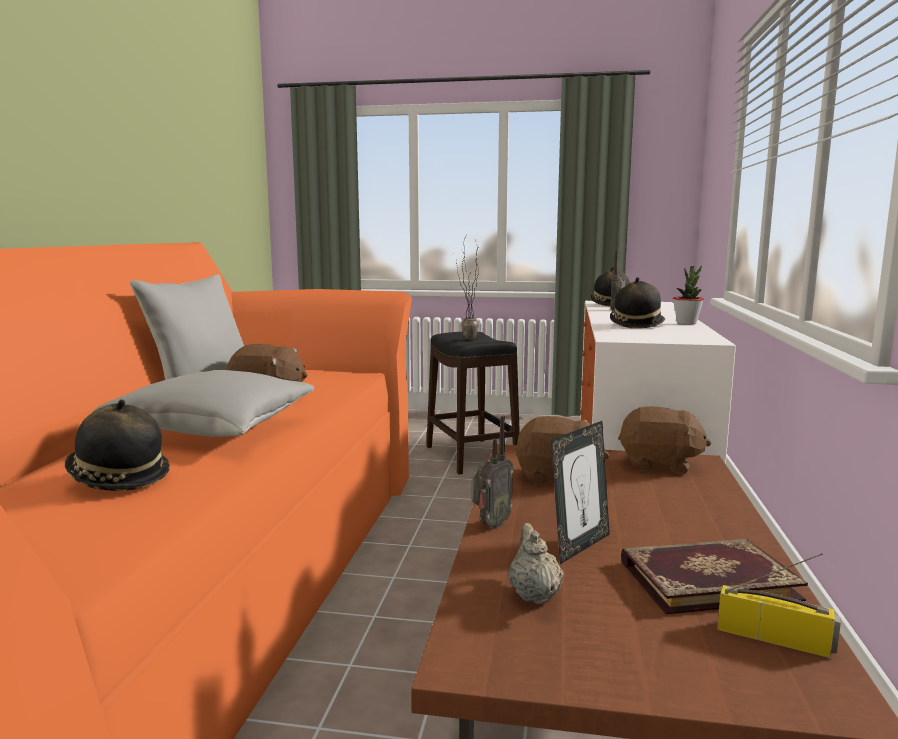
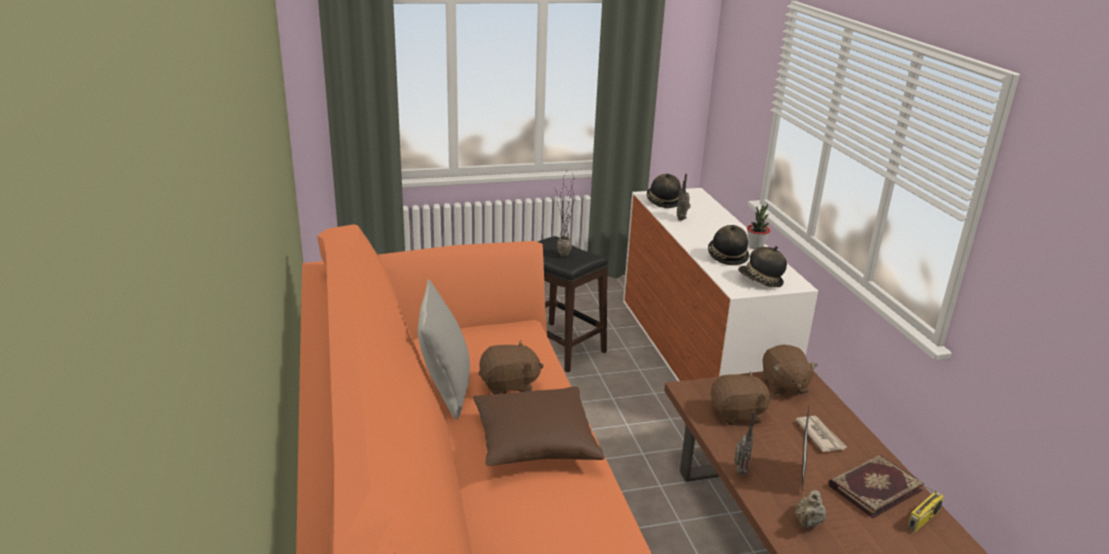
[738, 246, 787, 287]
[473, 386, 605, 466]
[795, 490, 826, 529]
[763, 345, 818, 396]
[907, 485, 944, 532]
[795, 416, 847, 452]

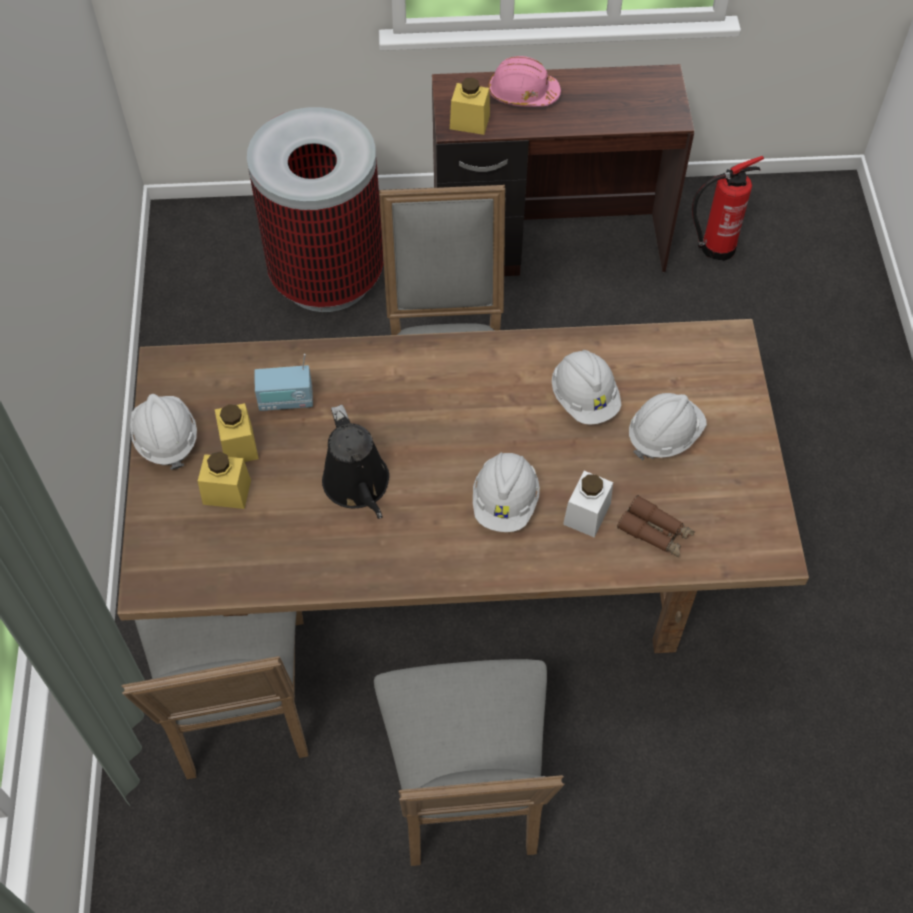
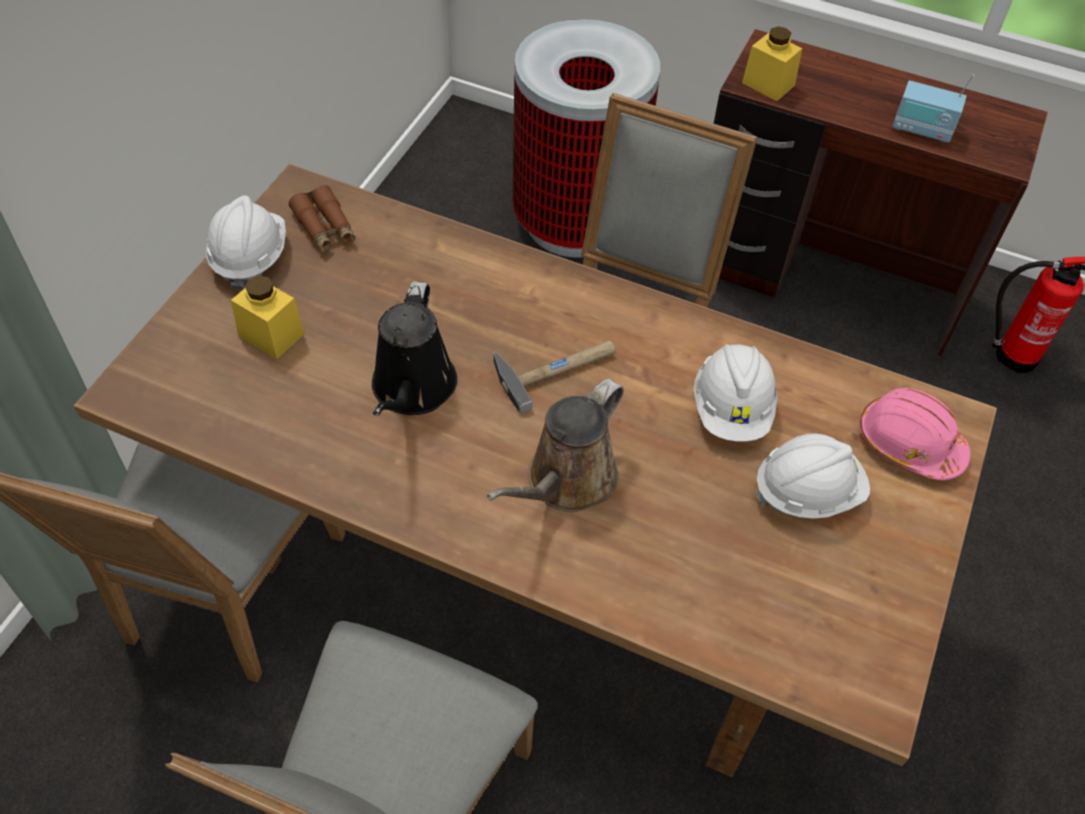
[215, 403, 259, 462] (first image)
[893, 75, 974, 143]
[487, 379, 624, 512]
[859, 388, 970, 480]
[563, 471, 613, 538] (first image)
[288, 185, 356, 253]
[493, 341, 616, 413]

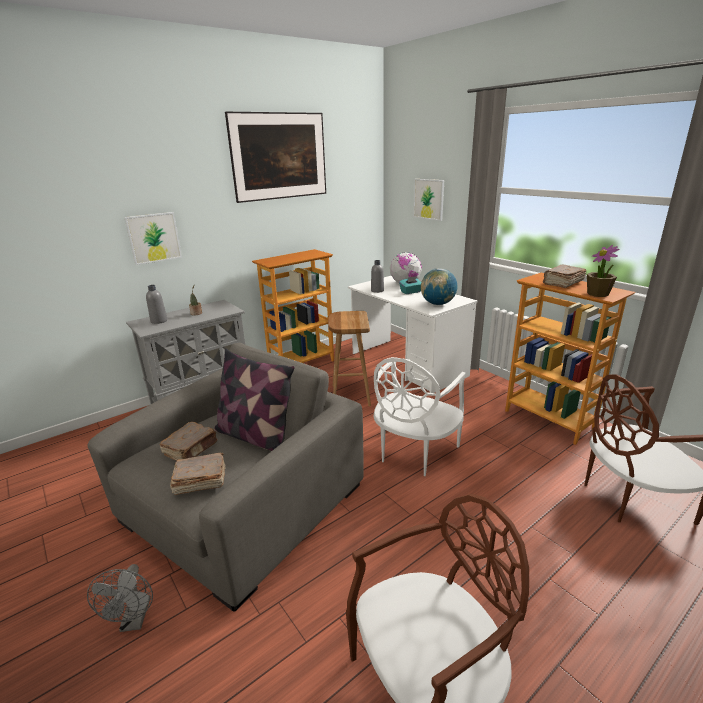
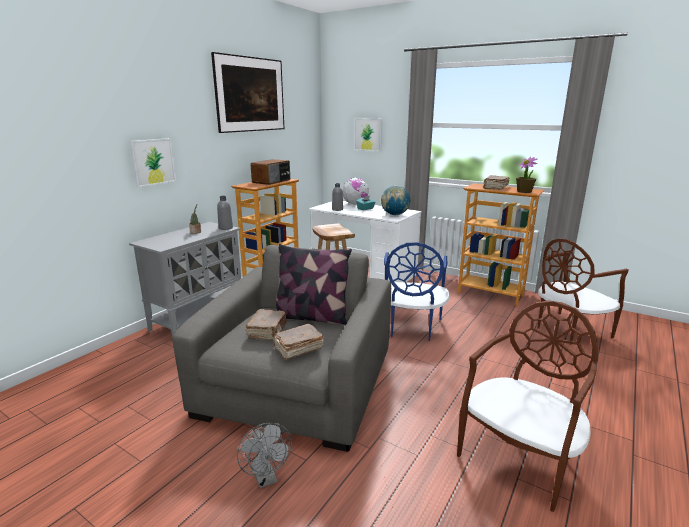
[217, 196, 233, 230]
[384, 242, 449, 341]
[251, 159, 290, 185]

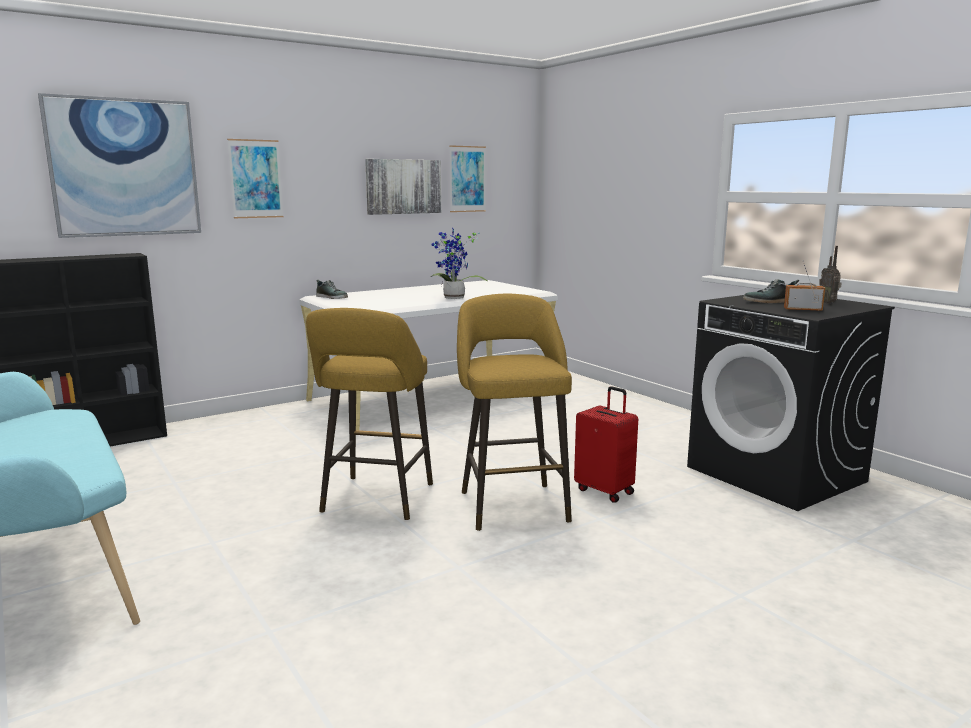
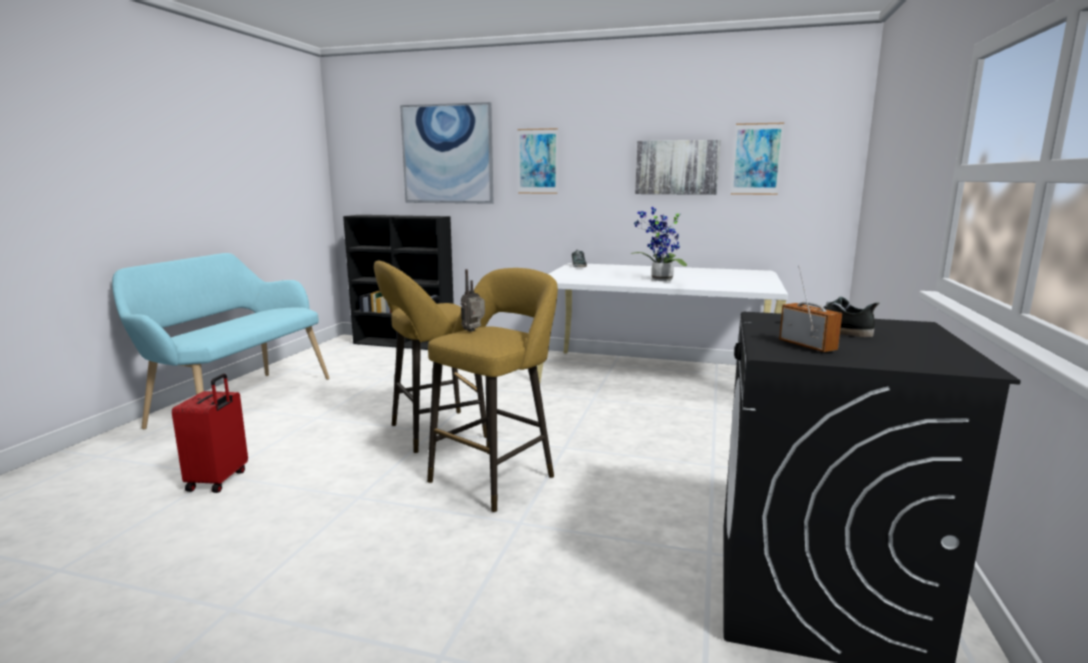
[172, 374, 248, 493]
[461, 269, 485, 332]

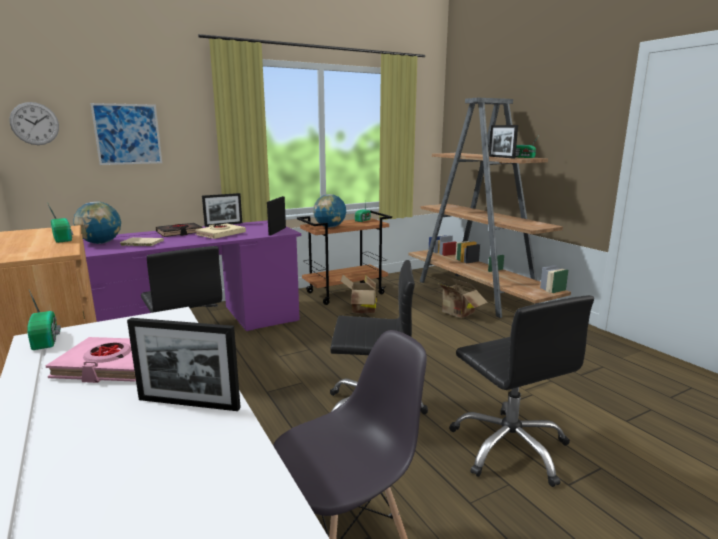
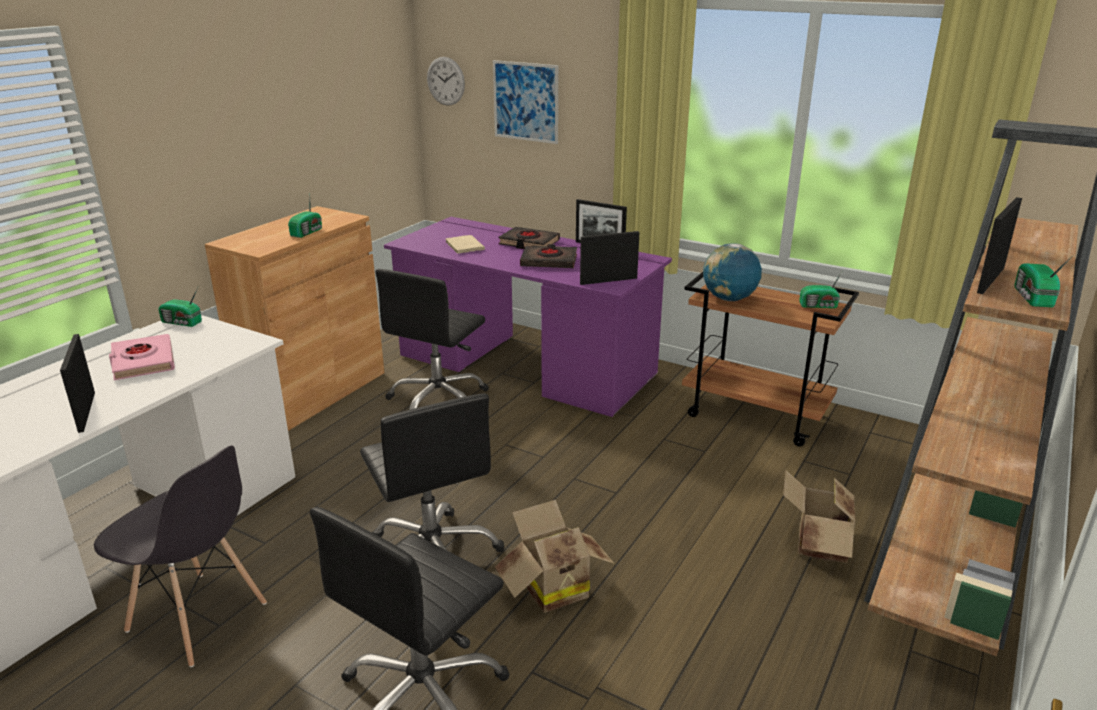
[158, 287, 202, 327]
[73, 202, 121, 244] (first image)
[520, 244, 577, 268]
[495, 500, 615, 613]

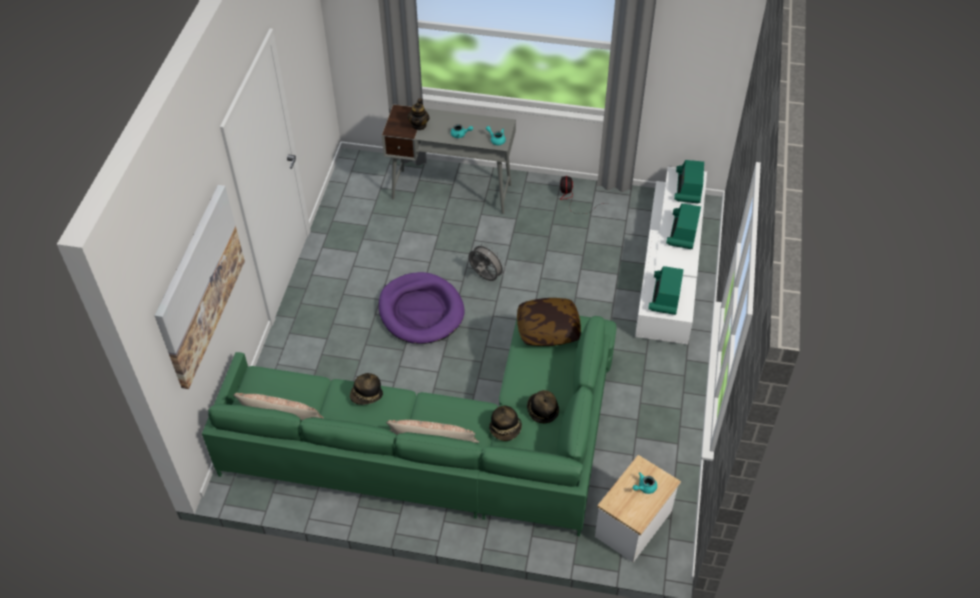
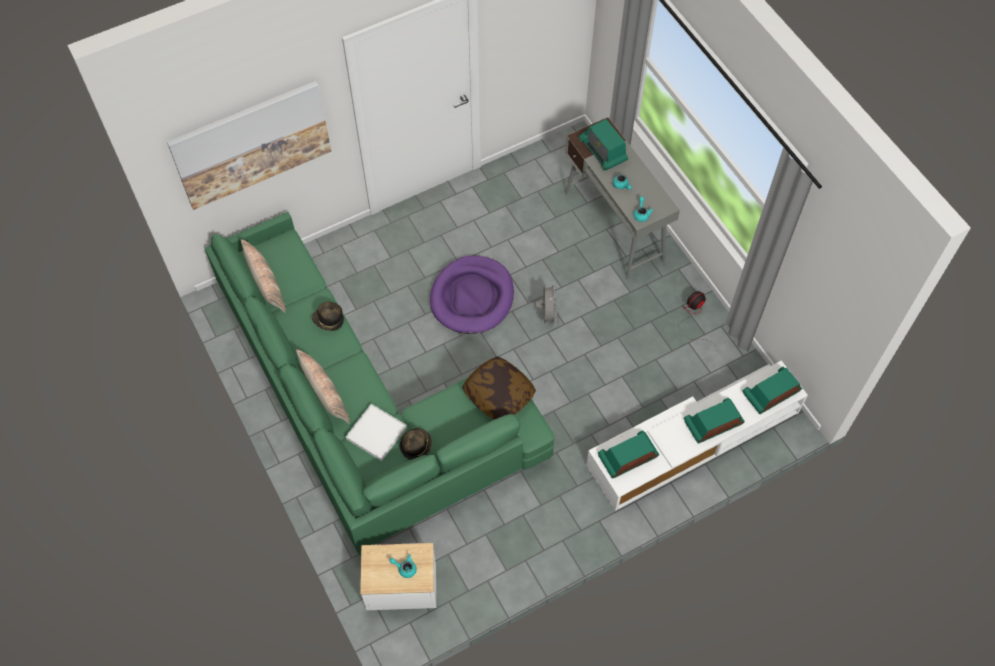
[578, 119, 628, 171]
[346, 404, 407, 461]

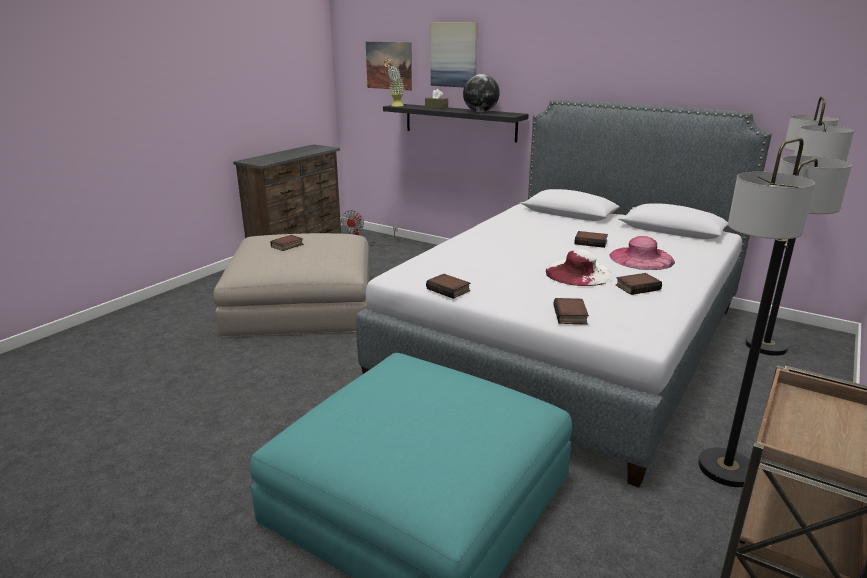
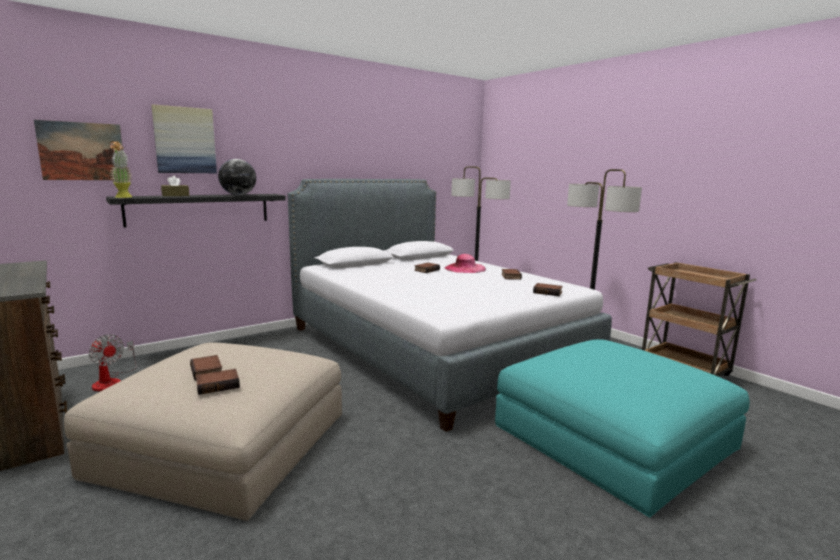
[196, 369, 240, 395]
[546, 249, 613, 286] (first image)

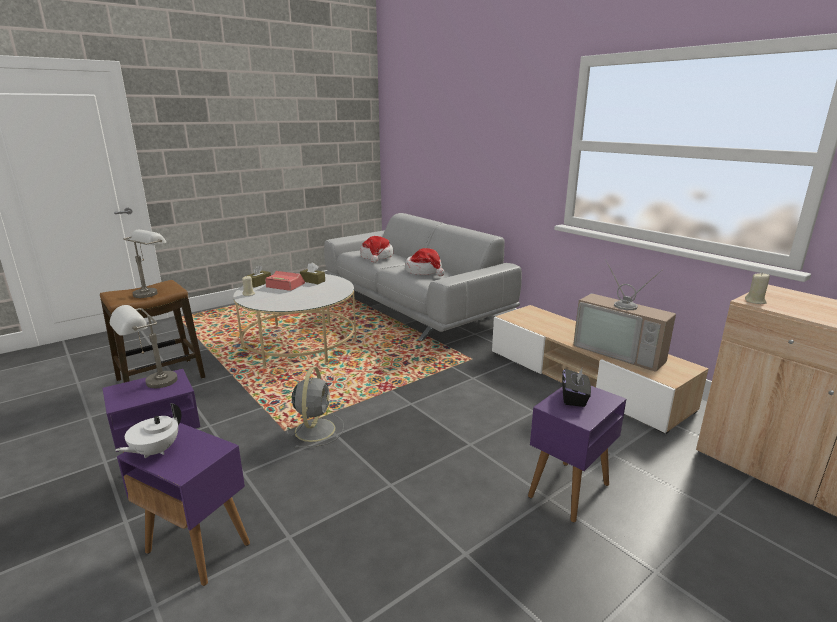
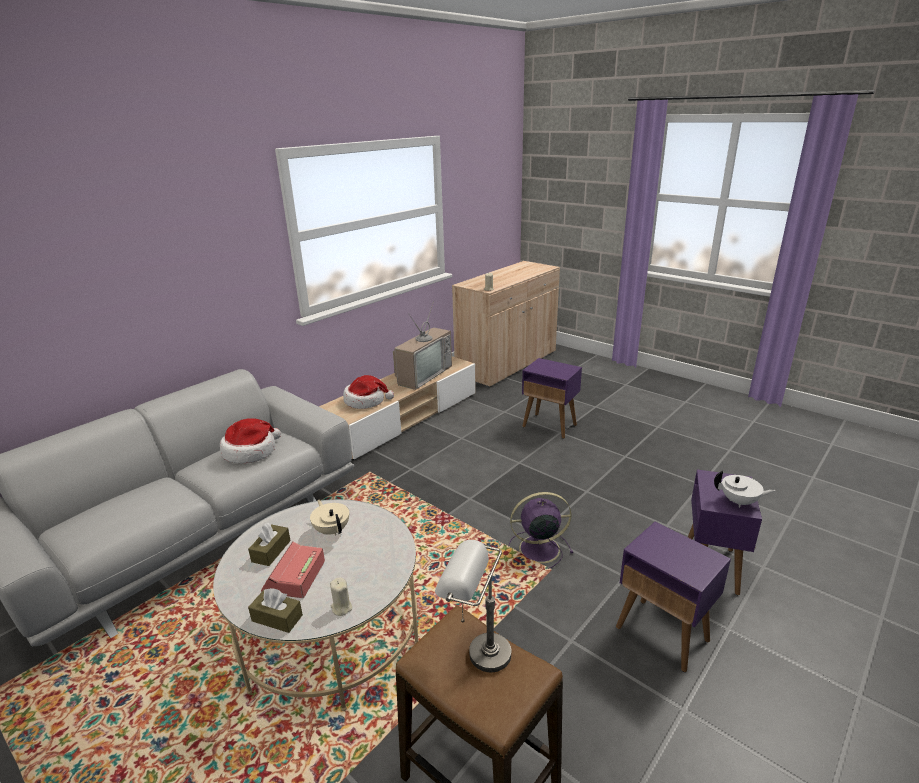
[110, 305, 178, 388] (first image)
[509, 492, 573, 569]
[343, 375, 394, 409]
[562, 369, 591, 407] (first image)
[310, 500, 349, 536]

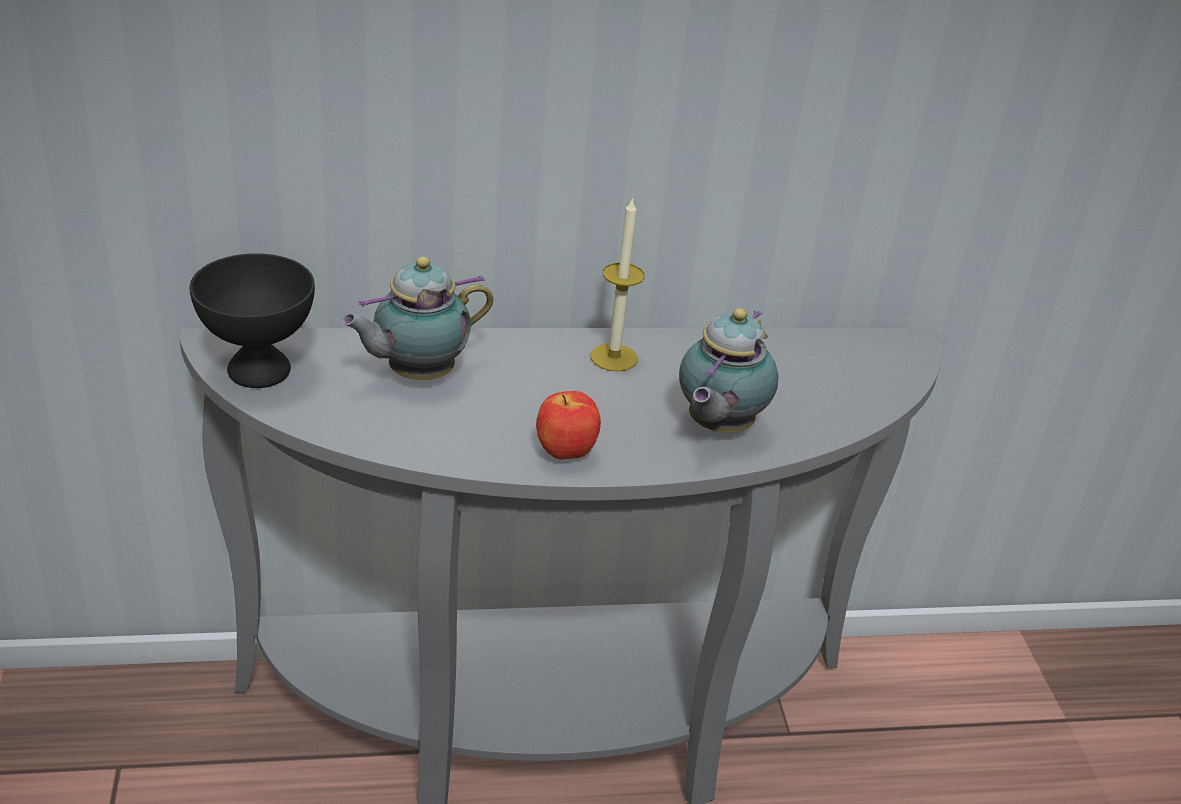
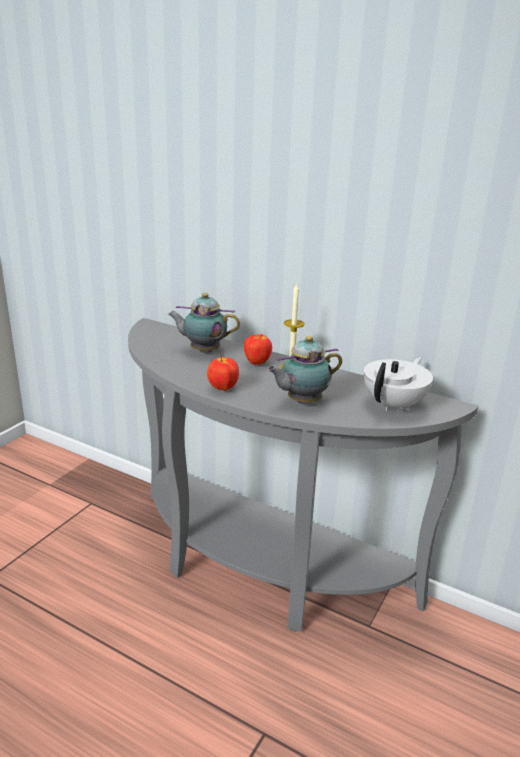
[190, 253, 315, 388] (first image)
[244, 334, 272, 365]
[364, 357, 433, 411]

